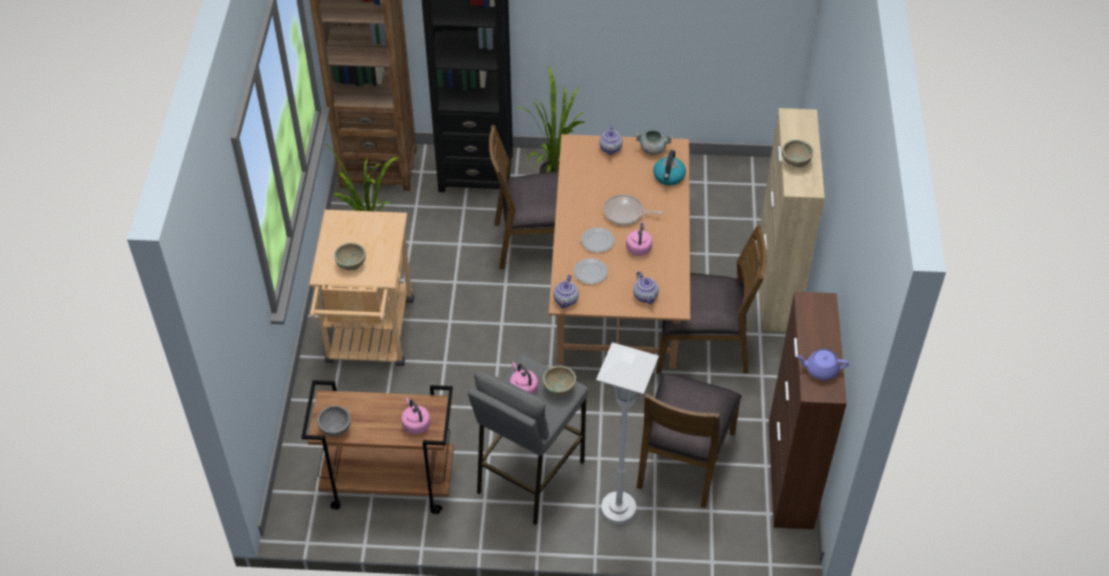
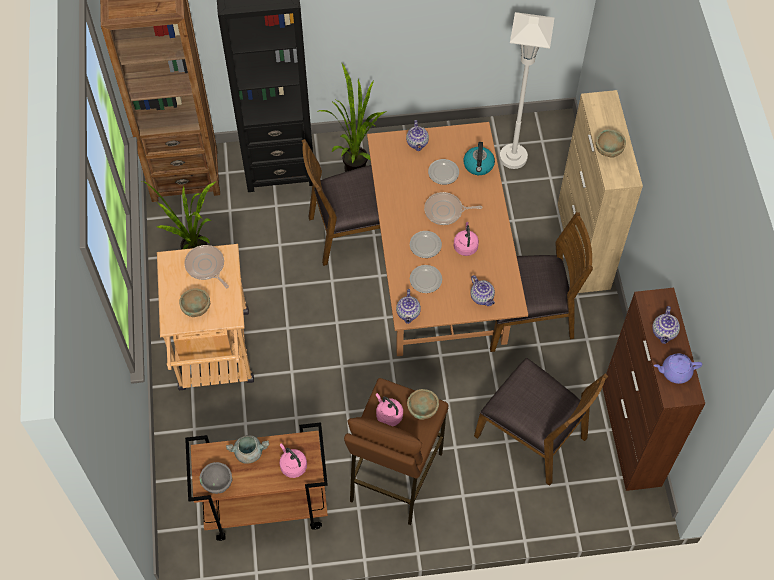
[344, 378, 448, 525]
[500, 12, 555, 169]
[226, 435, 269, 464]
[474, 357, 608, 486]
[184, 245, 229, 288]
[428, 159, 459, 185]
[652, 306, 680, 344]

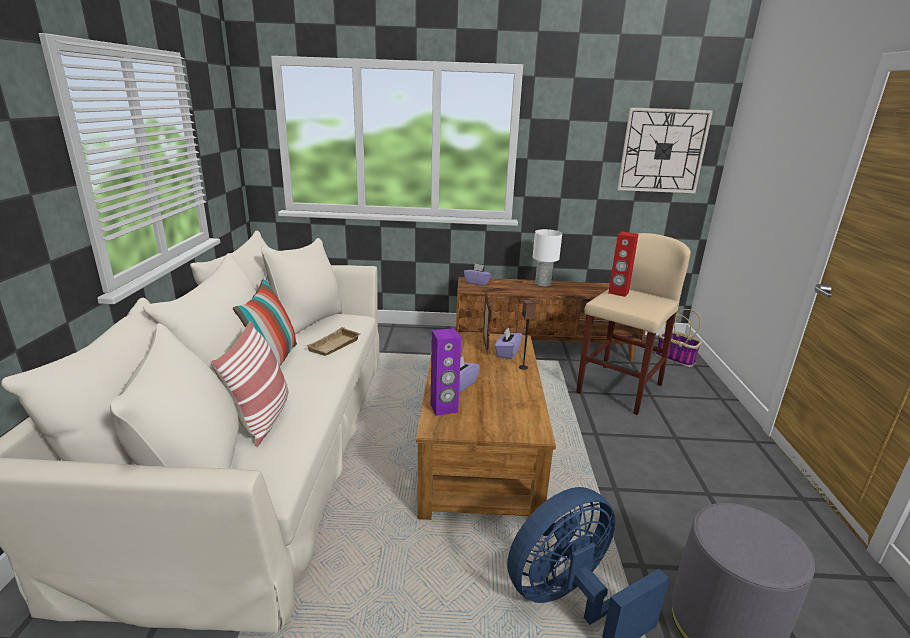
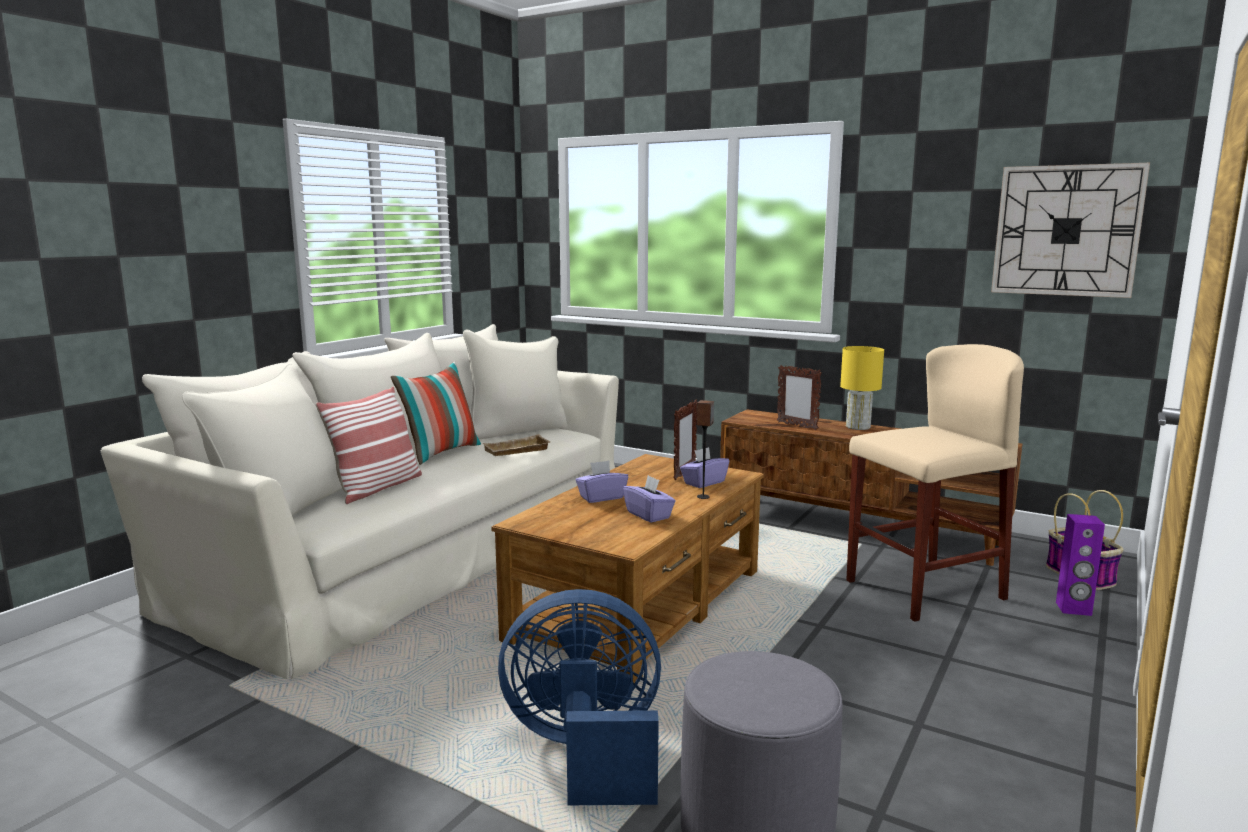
[1056, 514, 1105, 616]
[623, 475, 676, 523]
[840, 346, 884, 430]
[608, 231, 638, 297] (first image)
[777, 365, 822, 430]

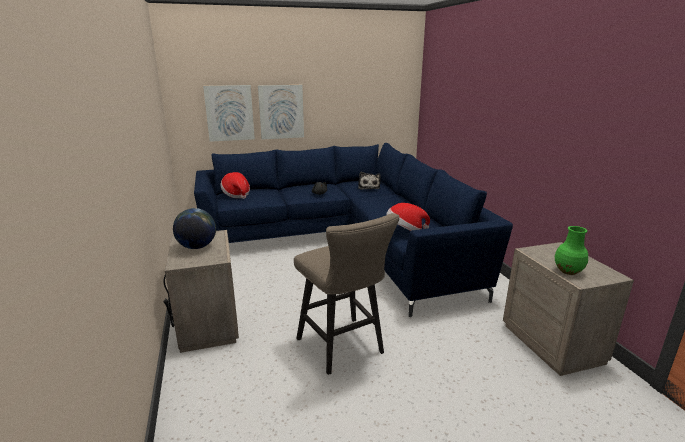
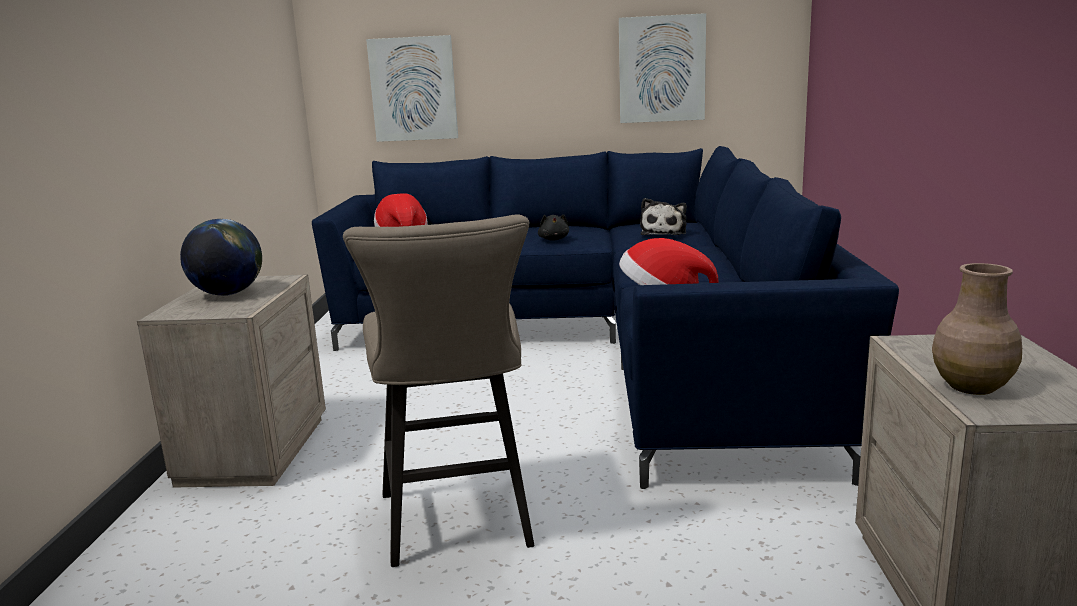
[619, 13, 706, 123]
[932, 263, 1022, 395]

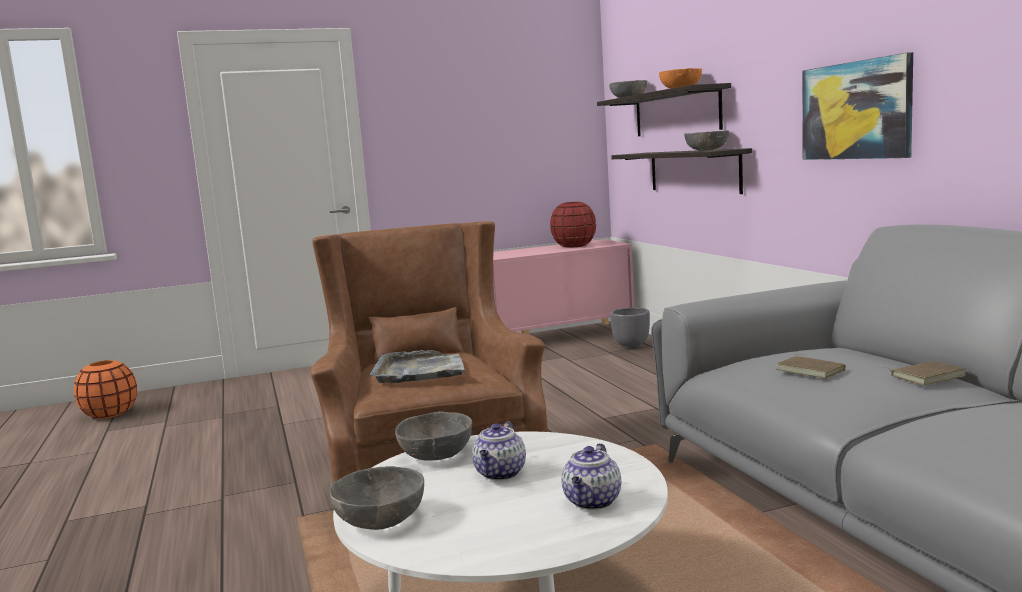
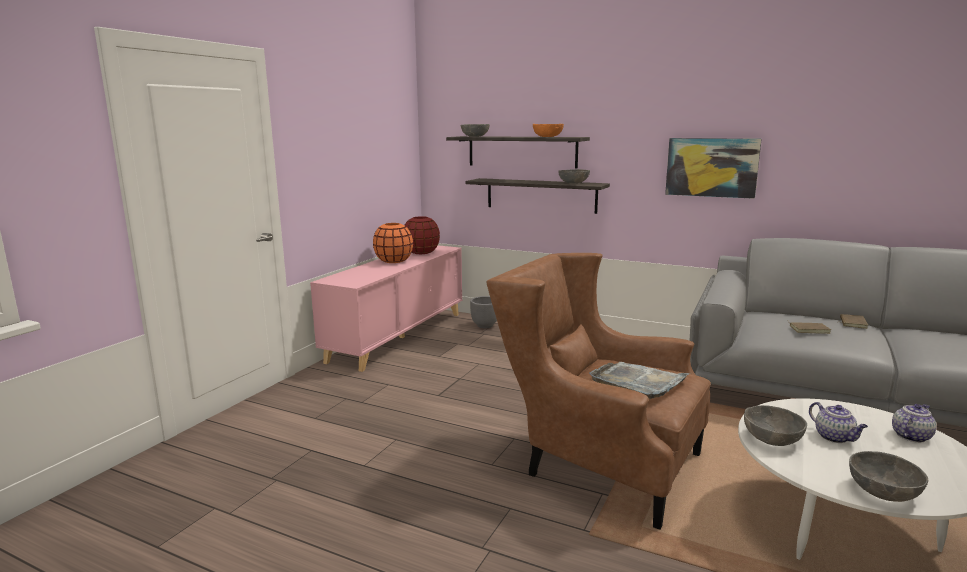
[373, 223, 413, 263]
[892, 404, 937, 443]

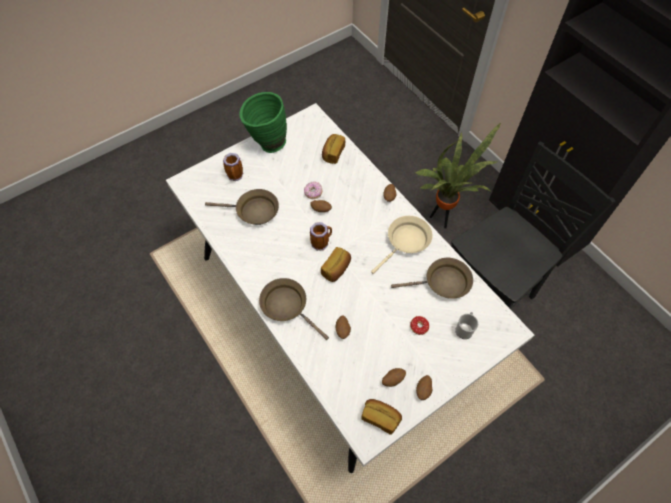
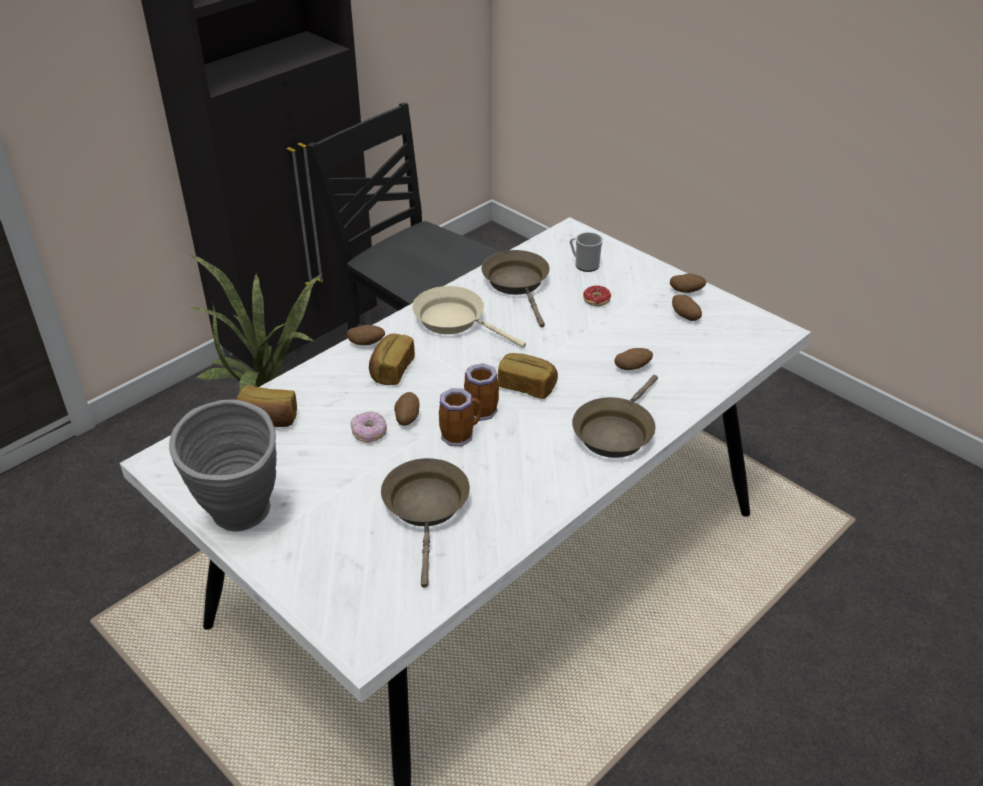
[439, 388, 482, 446]
[169, 399, 276, 532]
[369, 334, 415, 385]

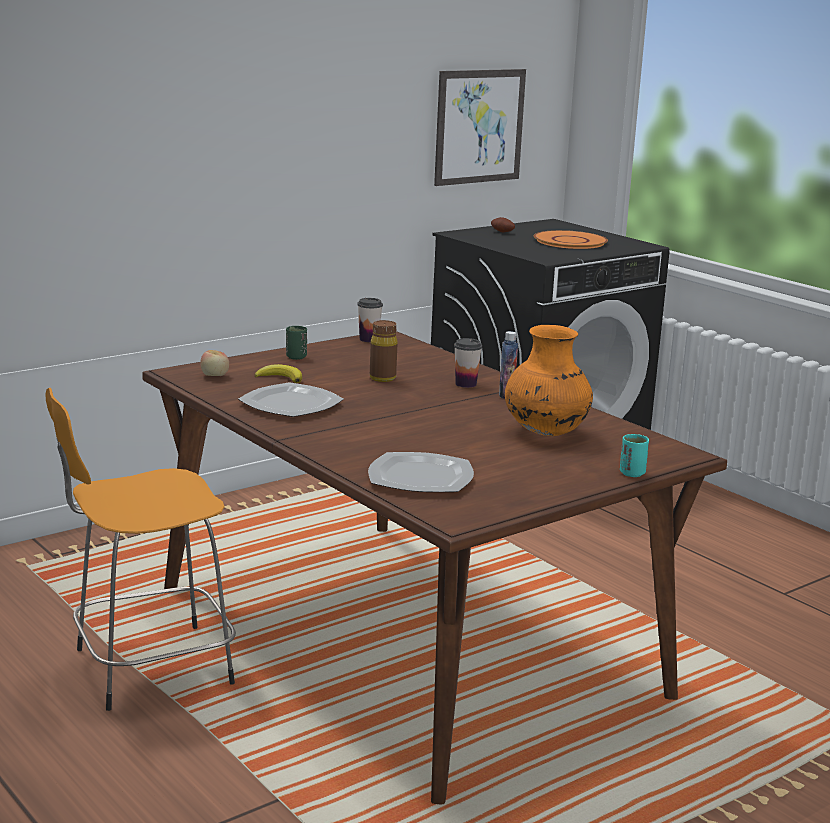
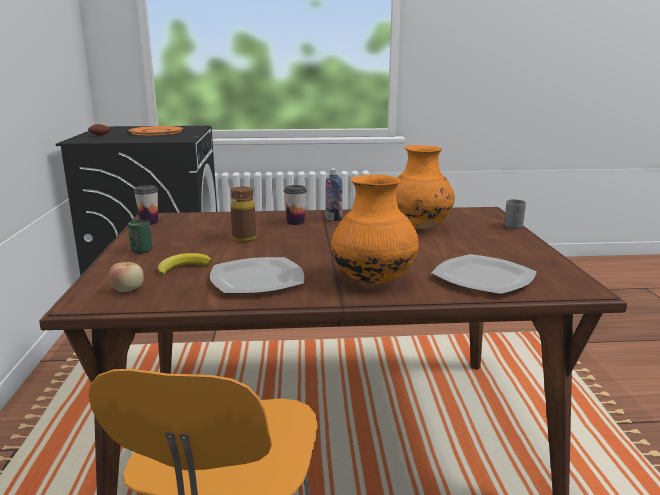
[434, 69, 526, 186] (first image)
[504, 199, 526, 229]
[331, 175, 419, 284]

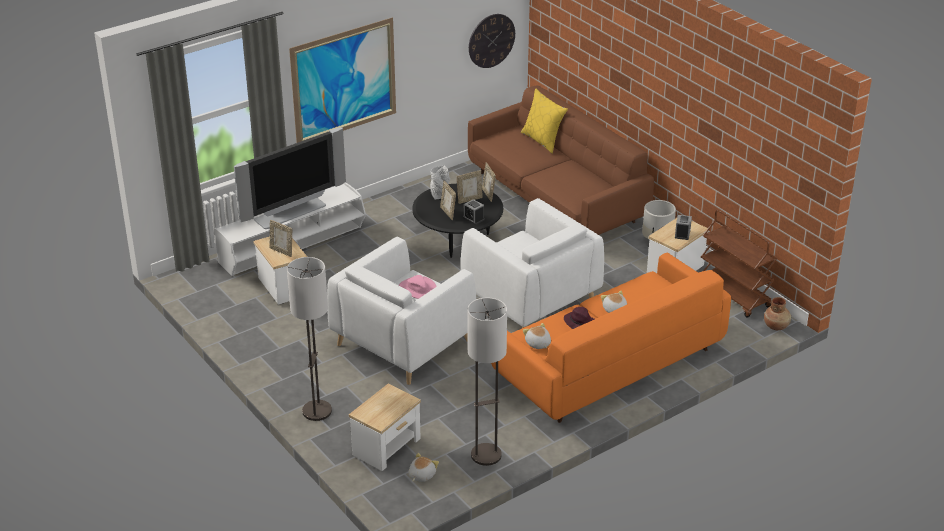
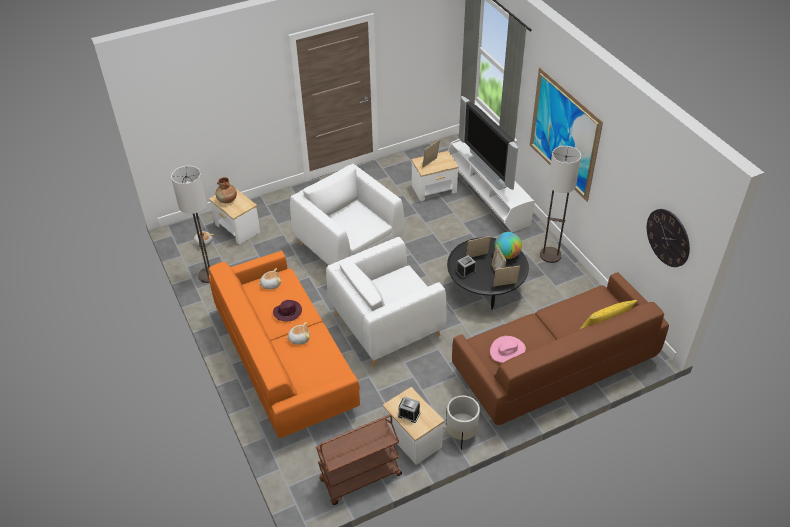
[540, 146, 581, 263]
[490, 336, 526, 363]
[495, 232, 522, 259]
[215, 177, 237, 203]

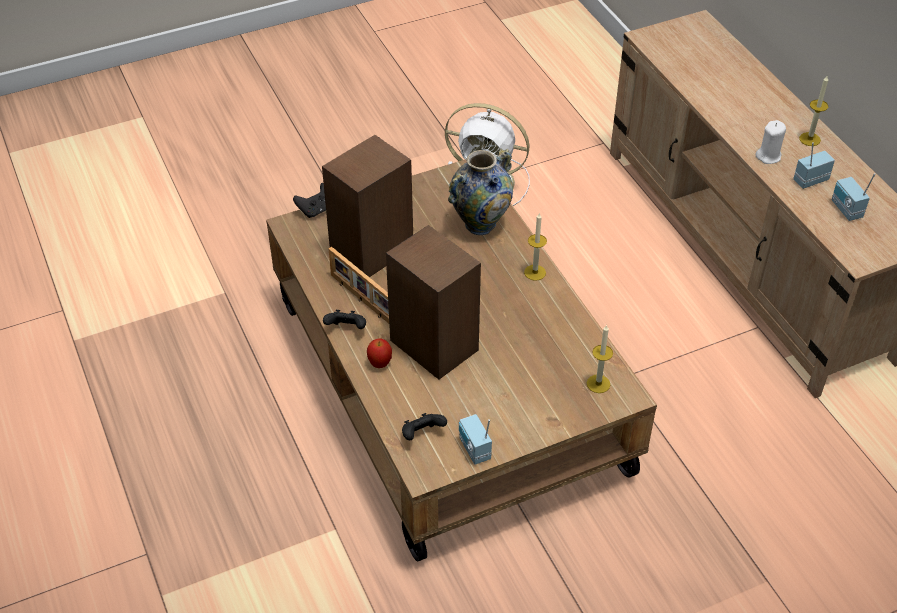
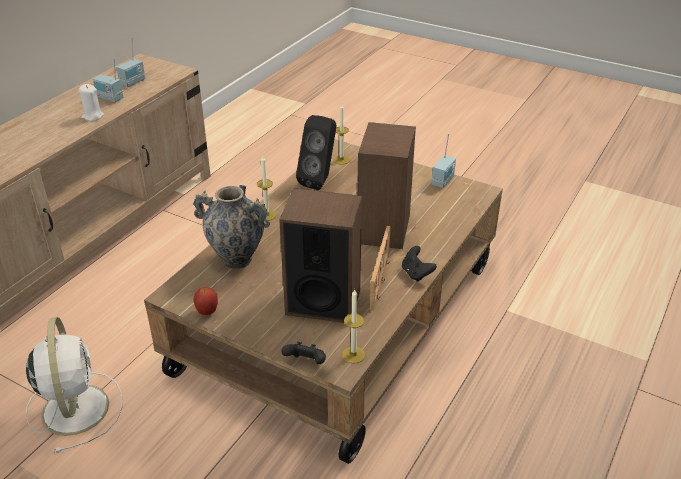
[194, 287, 218, 315]
[402, 413, 447, 440] (first image)
[342, 289, 365, 364]
[296, 115, 337, 190]

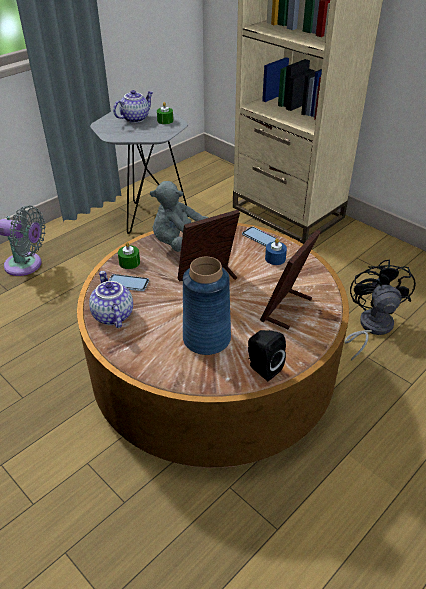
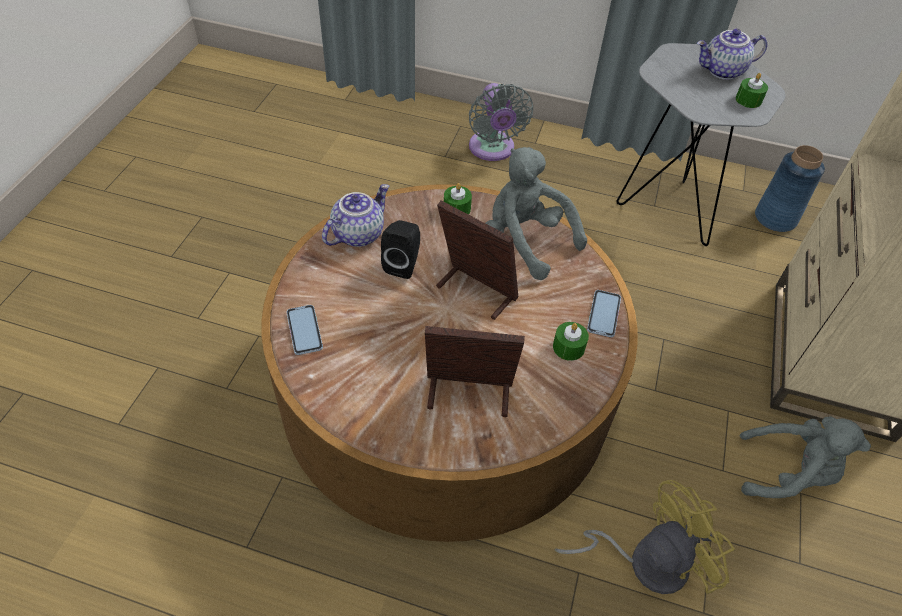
[286, 305, 323, 355]
[697, 29, 767, 80]
[755, 145, 825, 232]
[381, 220, 420, 279]
[553, 322, 589, 361]
[554, 480, 735, 594]
[739, 416, 871, 498]

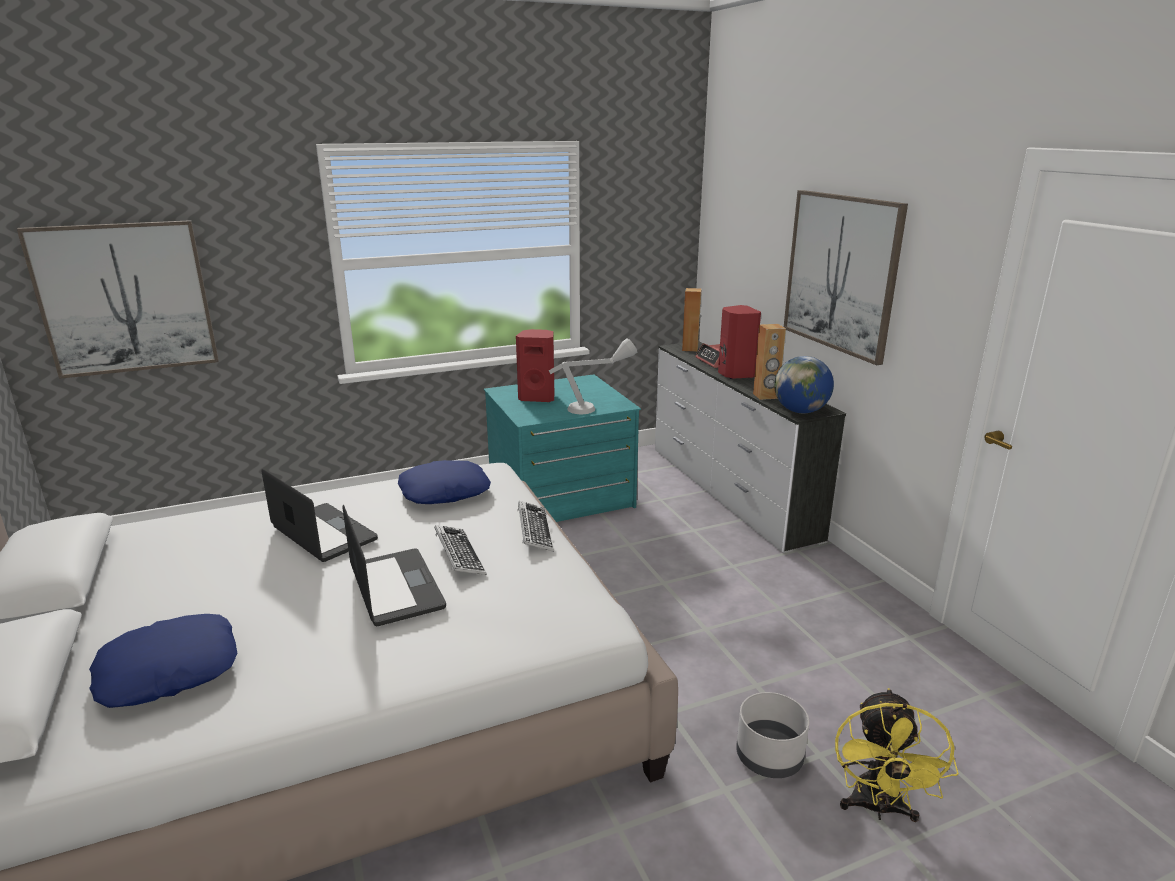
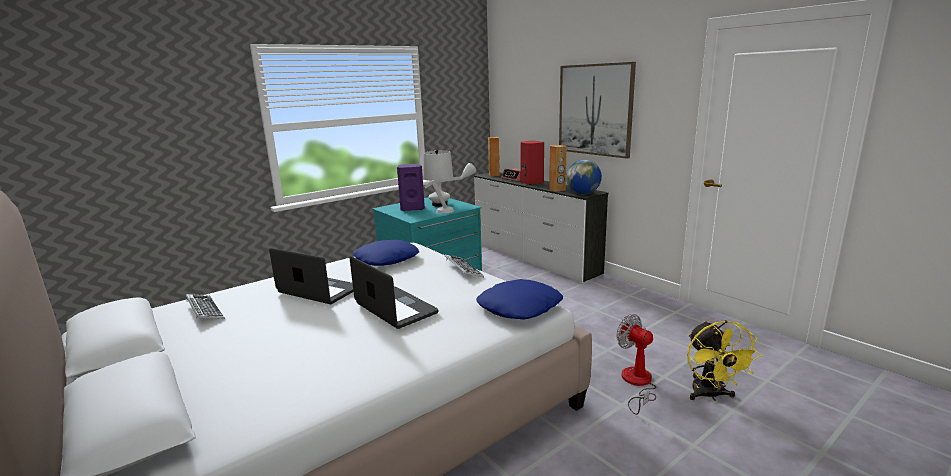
[17, 220, 219, 379] (first image)
[476, 279, 563, 319]
[186, 294, 225, 319]
[397, 164, 425, 211]
[616, 314, 656, 415]
[423, 150, 453, 207]

